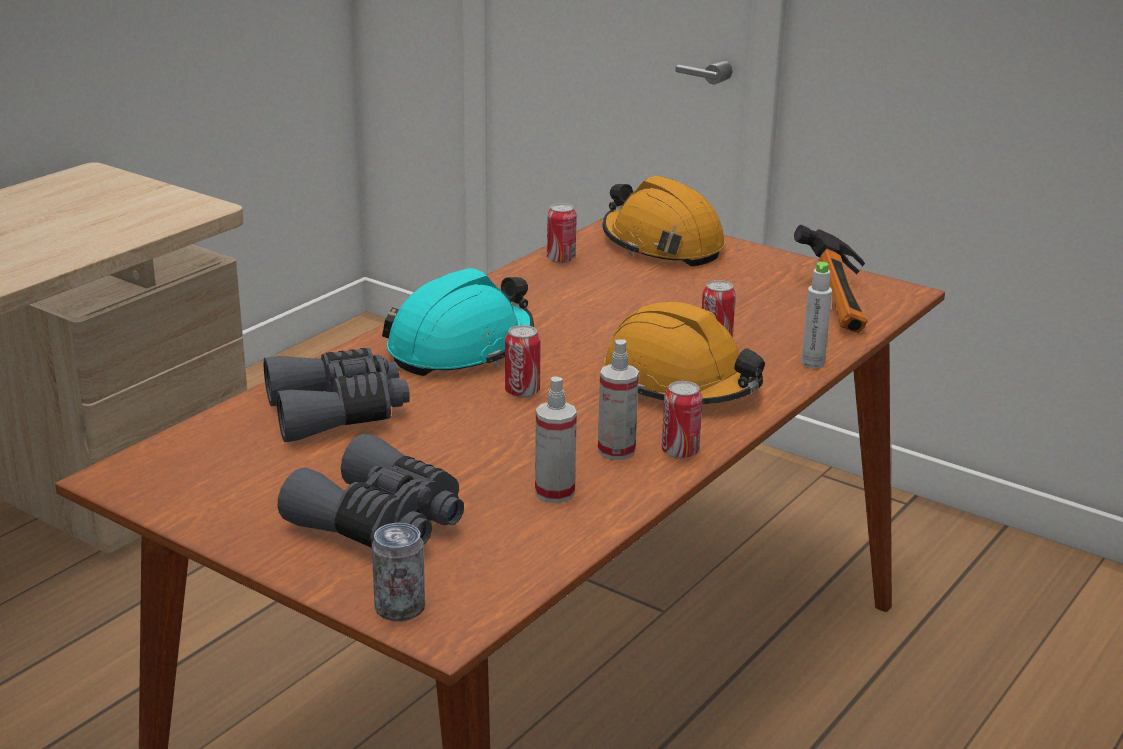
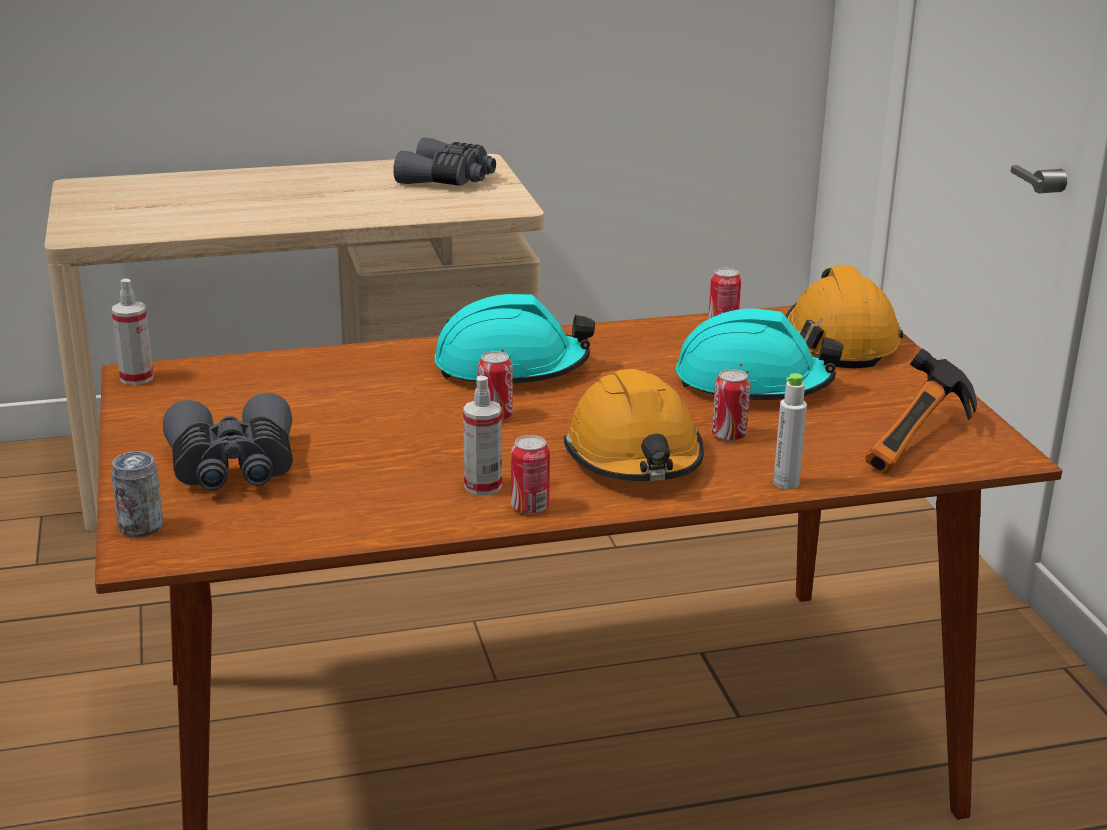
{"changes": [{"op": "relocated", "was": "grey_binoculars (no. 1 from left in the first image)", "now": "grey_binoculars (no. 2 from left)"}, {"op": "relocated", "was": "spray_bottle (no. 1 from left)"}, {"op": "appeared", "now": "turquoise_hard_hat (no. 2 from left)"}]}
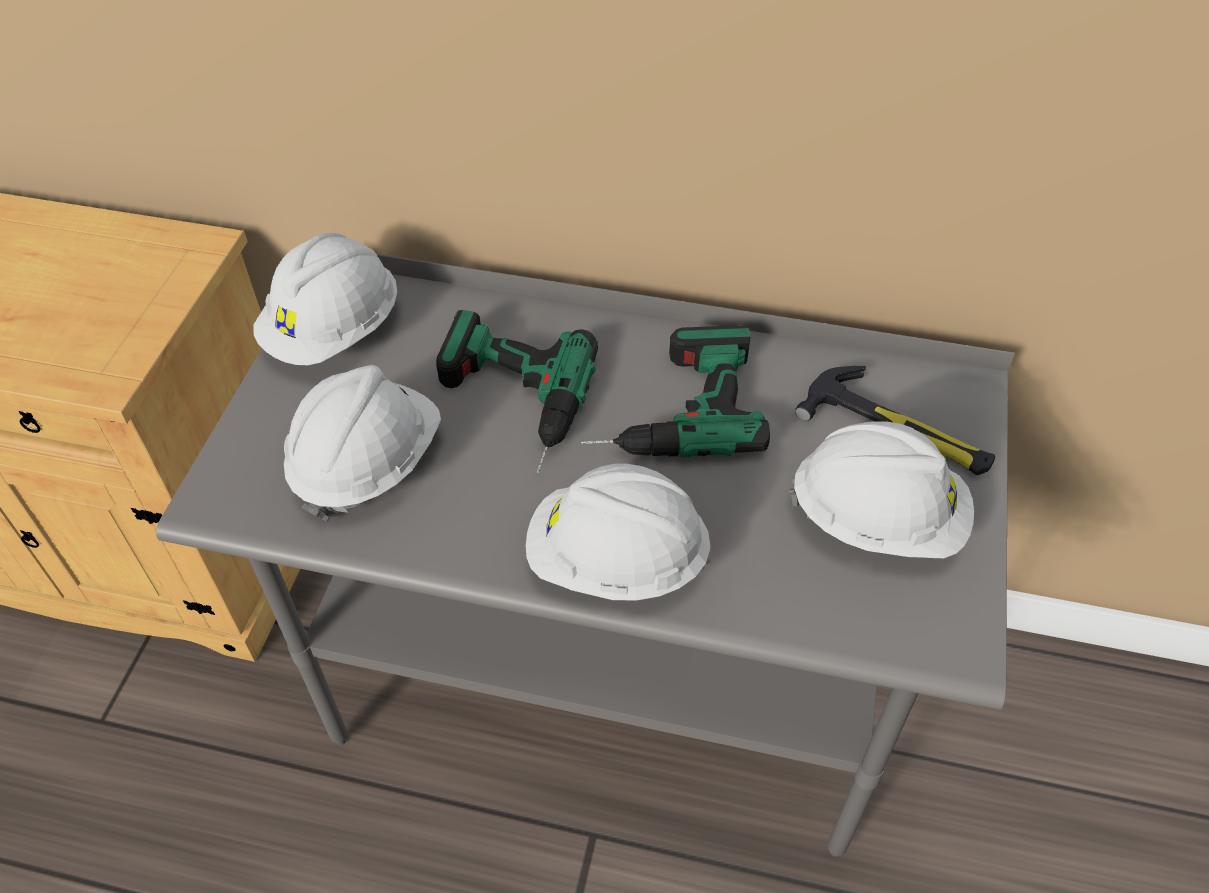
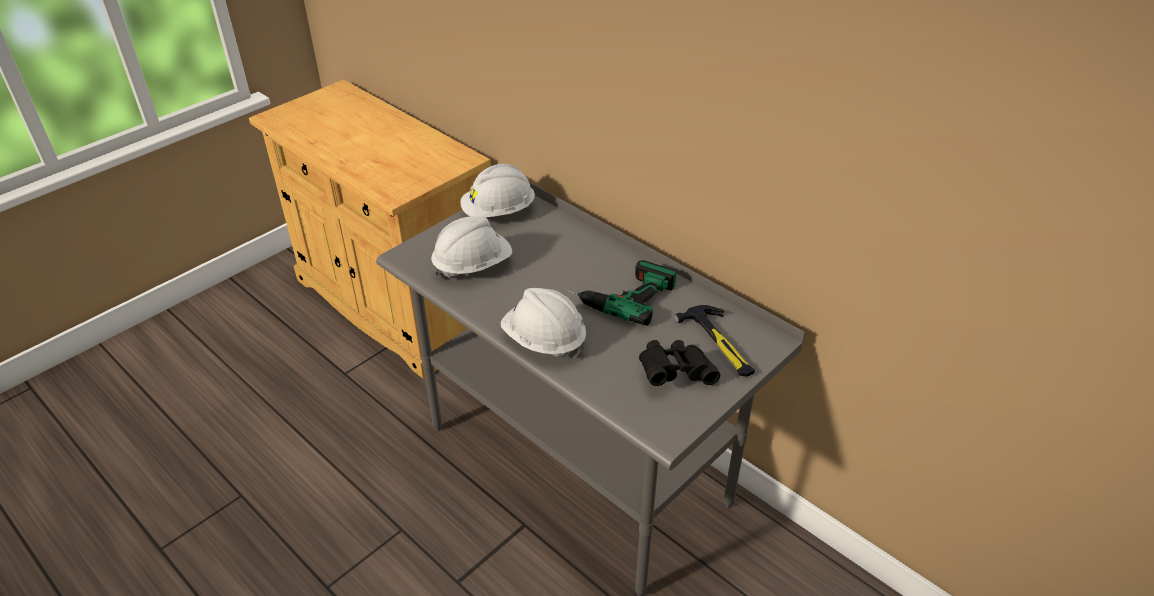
{"changes": [{"op": "missing", "was": "power_drill (no. 1 from left)"}, {"op": "exchanged", "was": "white_hard_hat (no. 4 from left)", "now": "black_binoculars"}]}
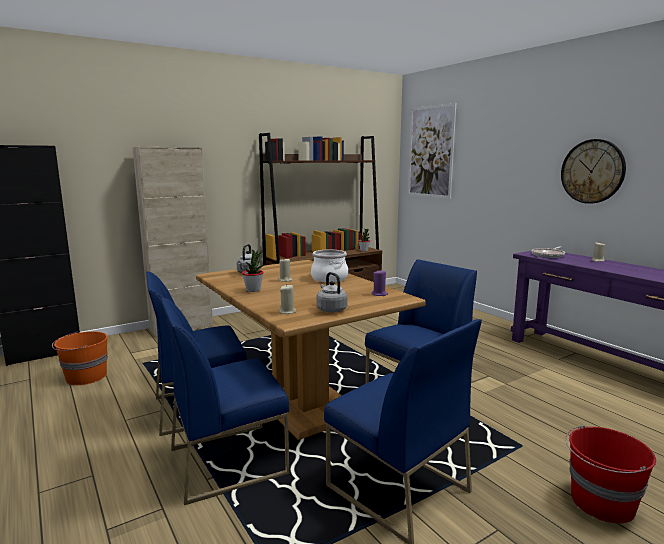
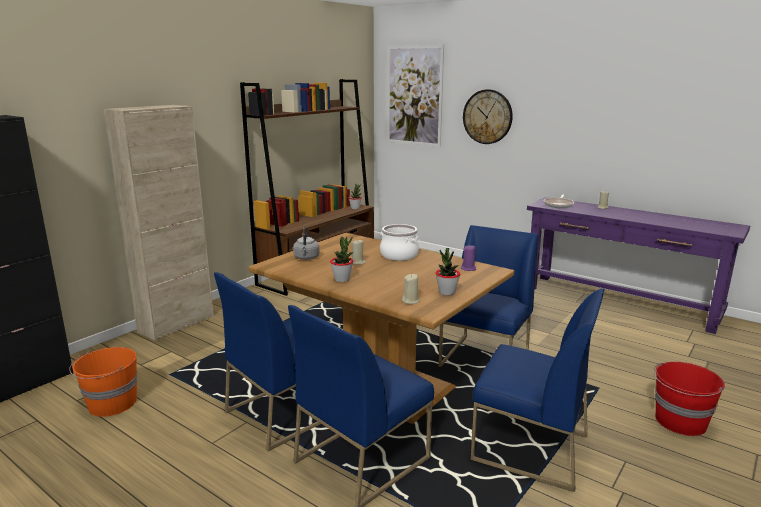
{"changes": [{"op": "relocated", "was": "wall_clock"}, {"op": "exchanged", "was": "grey_kettle (no. 2 from left)", "now": "potted_plant (no. 3 from left)"}]}
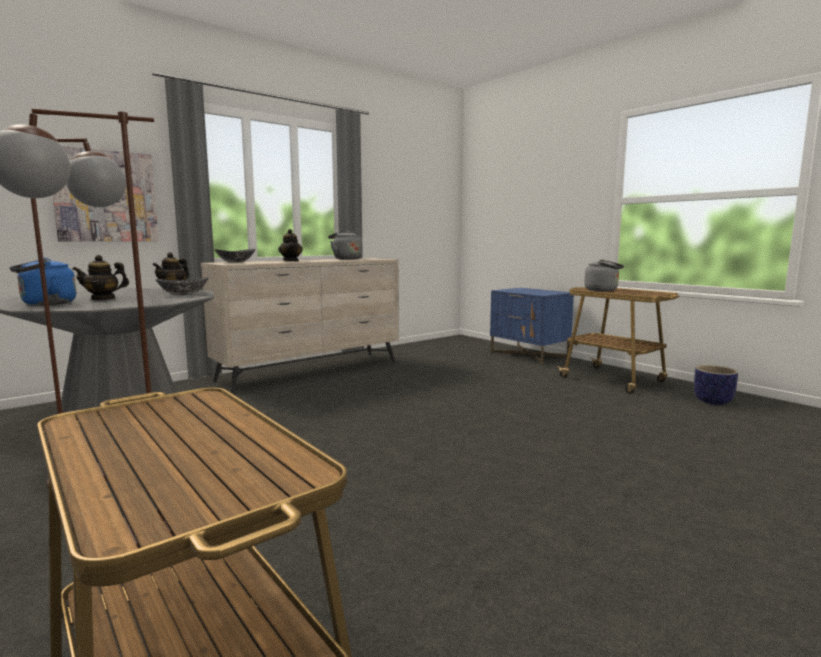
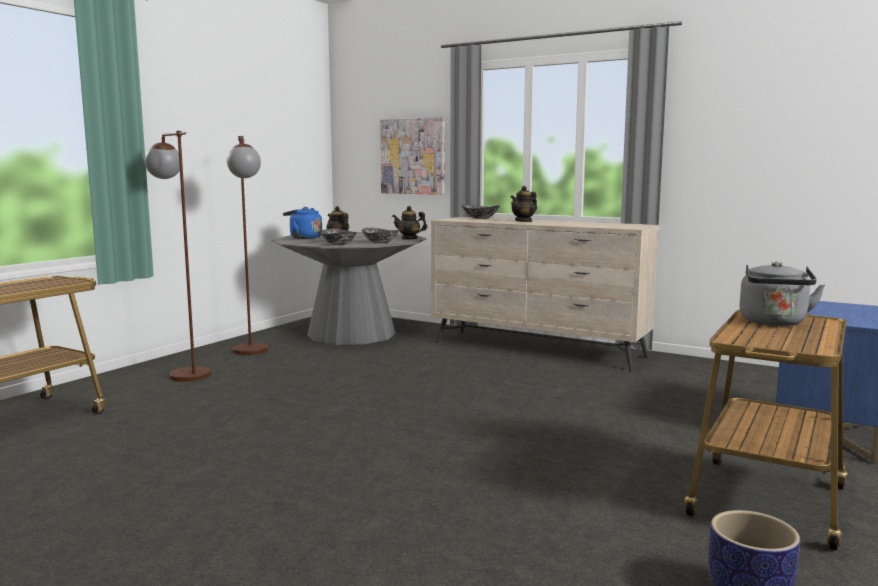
{"changes": [{"op": "missing", "was": "grey_kettle (no. 1 from left)"}, {"op": "appeared", "now": "bowl (no. 1 from left)"}]}
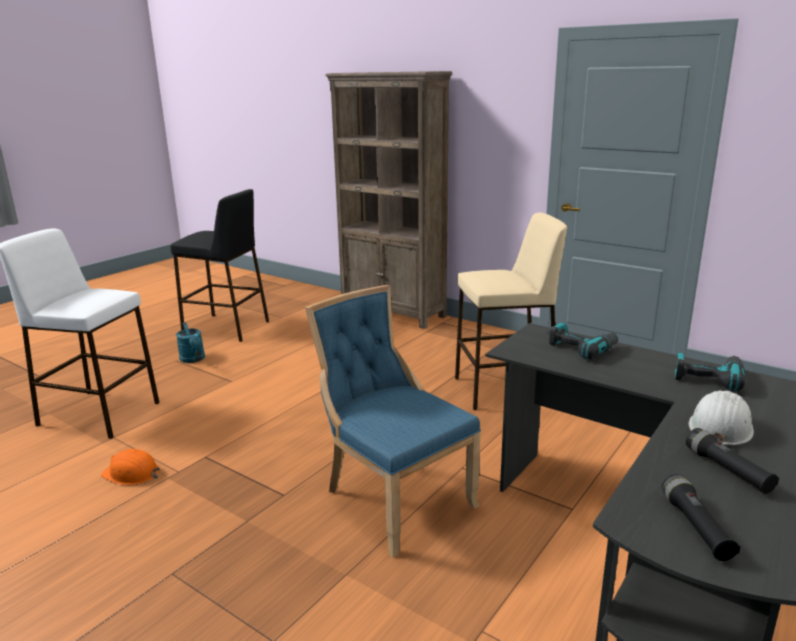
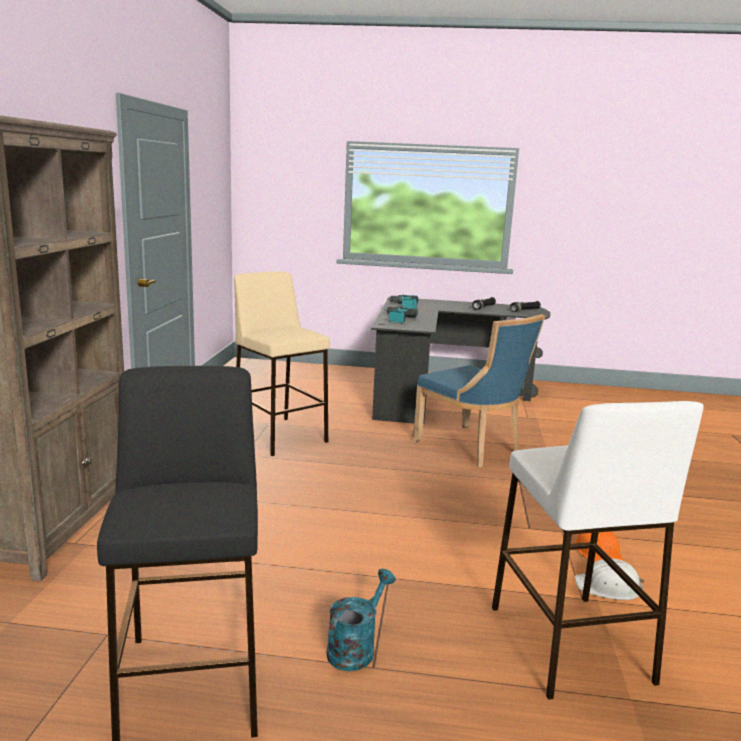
{"changes": [{"op": "spun", "was": "blue_chair", "clockwise": -60}, {"op": "relocated", "was": "white_hard_hat"}]}
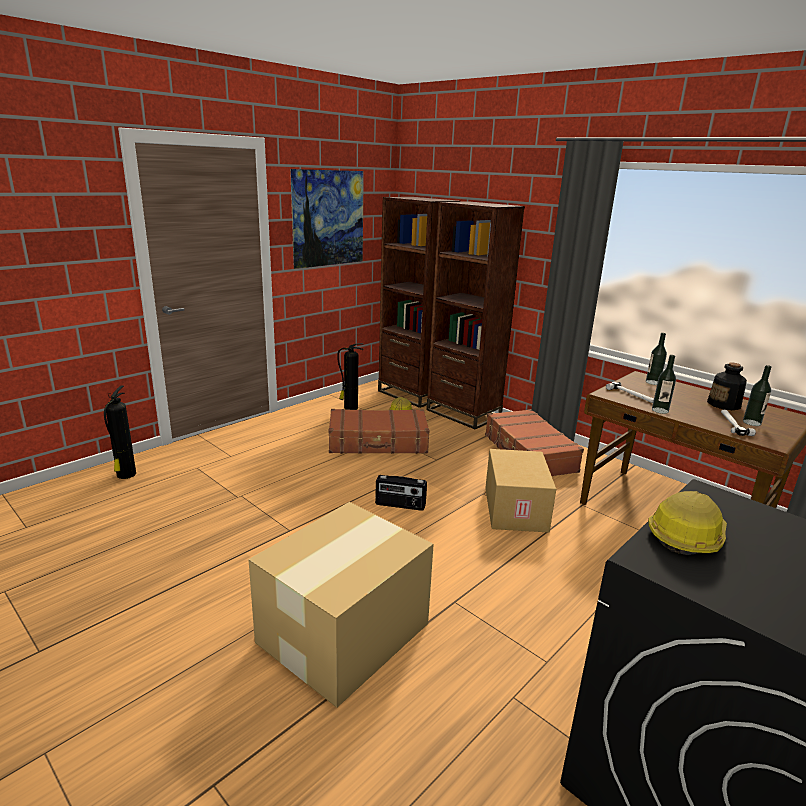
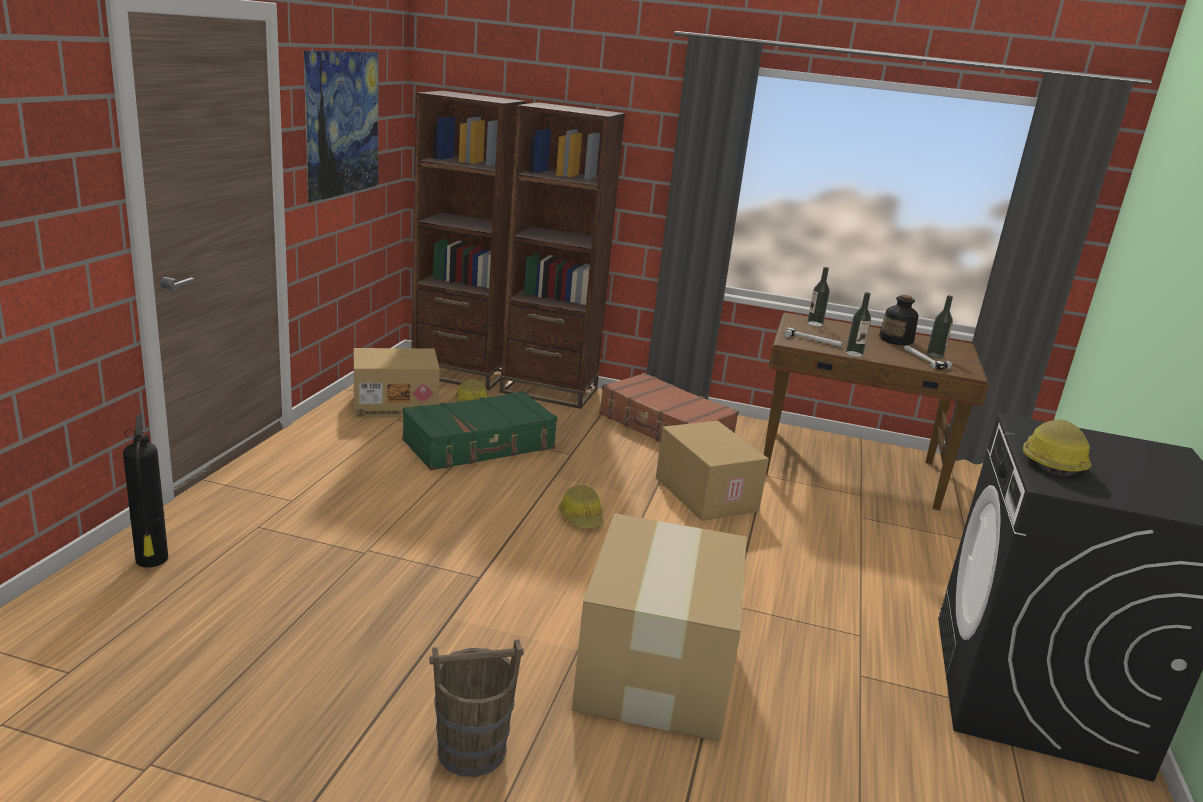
{"changes": [{"op": "exchanged", "was": "fire_extinguisher (no. 2 from left)", "now": "cardboard_box (no. 1 from left)"}, {"op": "colour", "was": "brown_suitcase (no. 1 from left)", "now": "green_suitcase"}, {"op": "exchanged", "was": "radio", "now": "hard_hat (no. 2 from left)"}, {"op": "appeared", "now": "brown_bucket"}]}
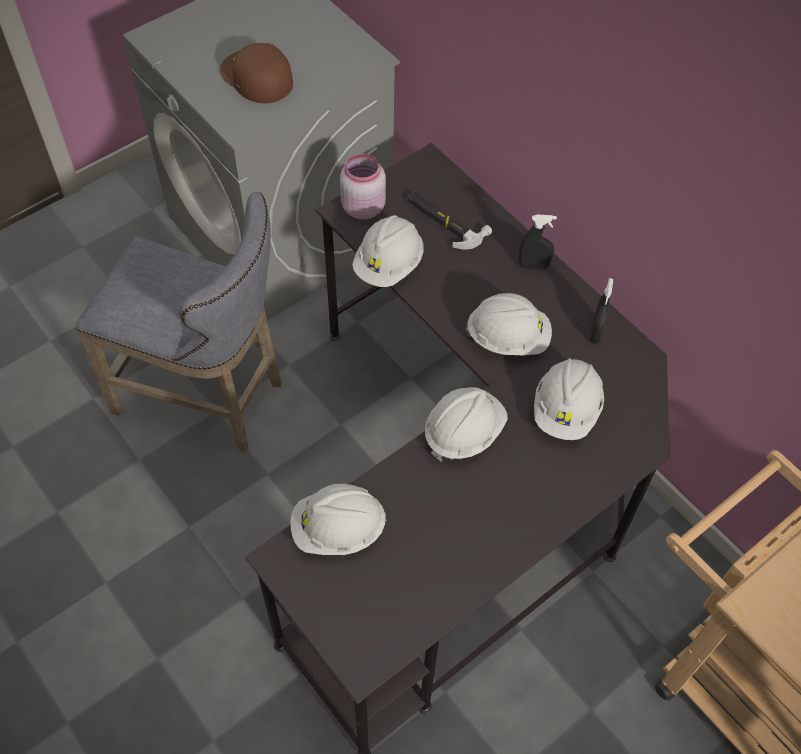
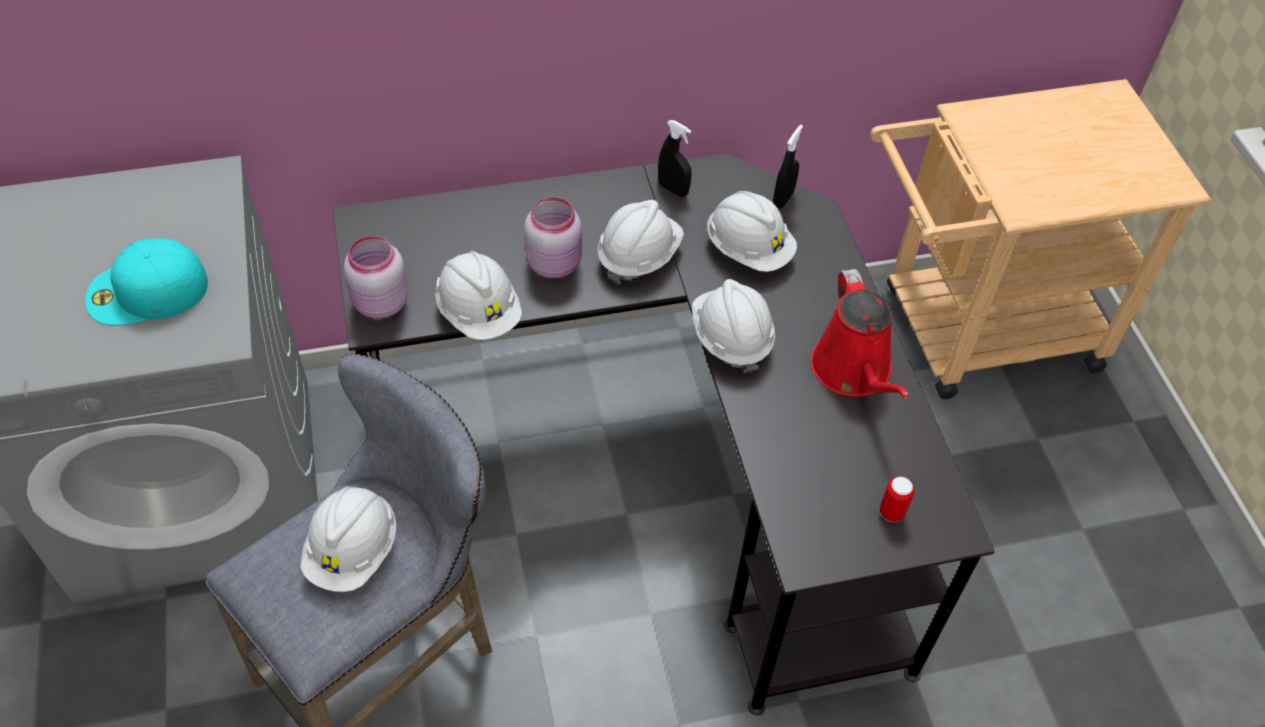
{"changes": [{"op": "colour", "was": "brown_cap", "now": "turquoise_cap"}, {"op": "missing", "was": "hammer"}, {"op": "relocated", "was": "black_spray_bottle (no. 1 from left in the first image)", "now": "black_spray_bottle (no. 2 from left)"}, {"op": "relocated", "was": "white_hard_hat (no. 1 from left)"}, {"op": "appeared", "now": "pink_jar (no. 2 from left)"}, {"op": "appeared", "now": "red_watering_can"}, {"op": "appeared", "now": "can"}]}
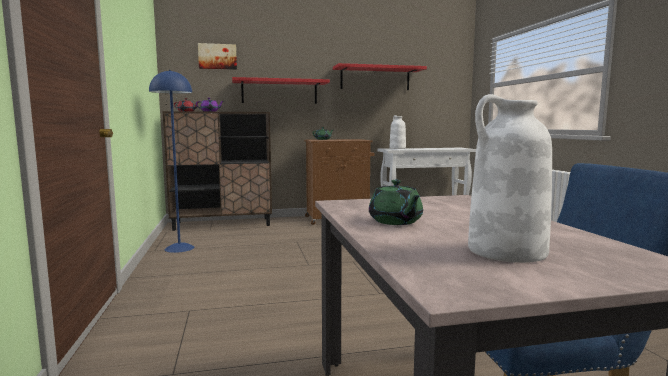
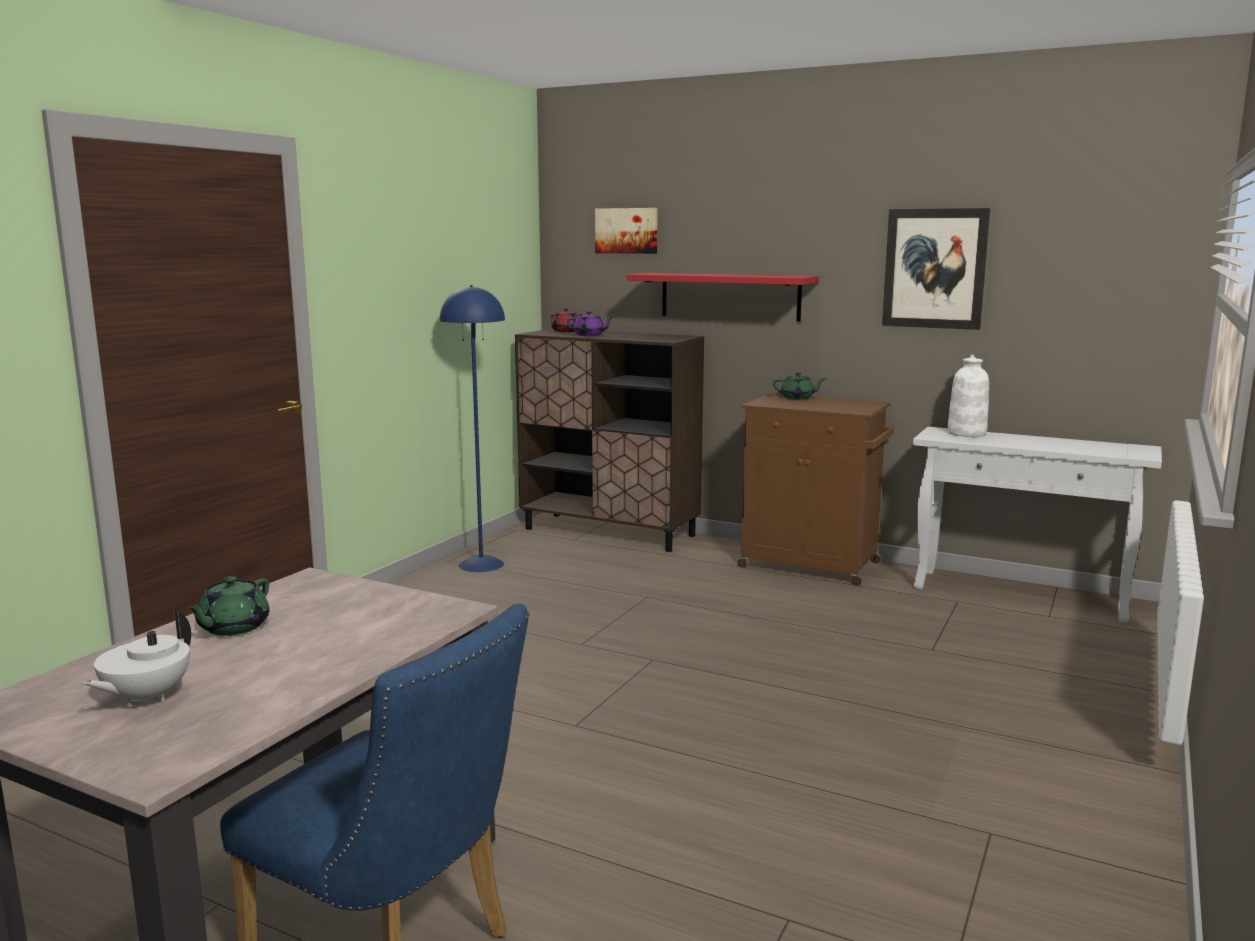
{"changes": [{"op": "exchanged", "was": "red_shelf (no. 2 from left)", "now": "picture (no. 2 from left)"}, {"op": "exchanged", "was": "white_vase (no. 2 from left)", "now": "white_teapot"}]}
